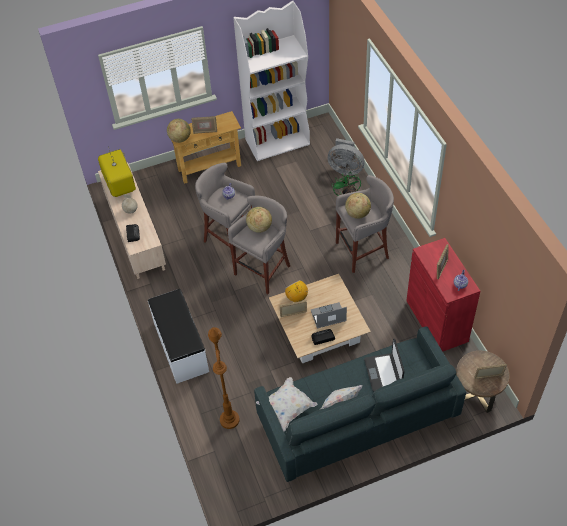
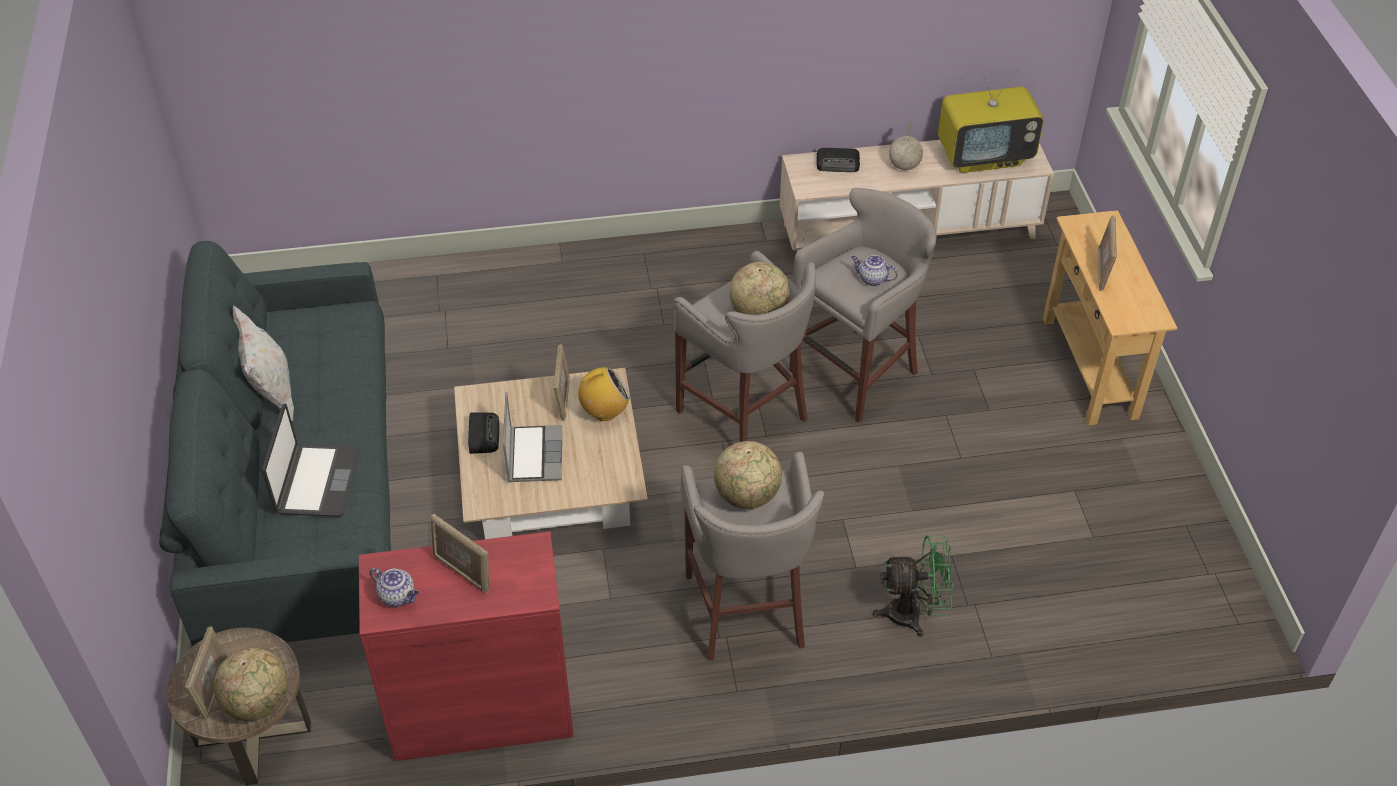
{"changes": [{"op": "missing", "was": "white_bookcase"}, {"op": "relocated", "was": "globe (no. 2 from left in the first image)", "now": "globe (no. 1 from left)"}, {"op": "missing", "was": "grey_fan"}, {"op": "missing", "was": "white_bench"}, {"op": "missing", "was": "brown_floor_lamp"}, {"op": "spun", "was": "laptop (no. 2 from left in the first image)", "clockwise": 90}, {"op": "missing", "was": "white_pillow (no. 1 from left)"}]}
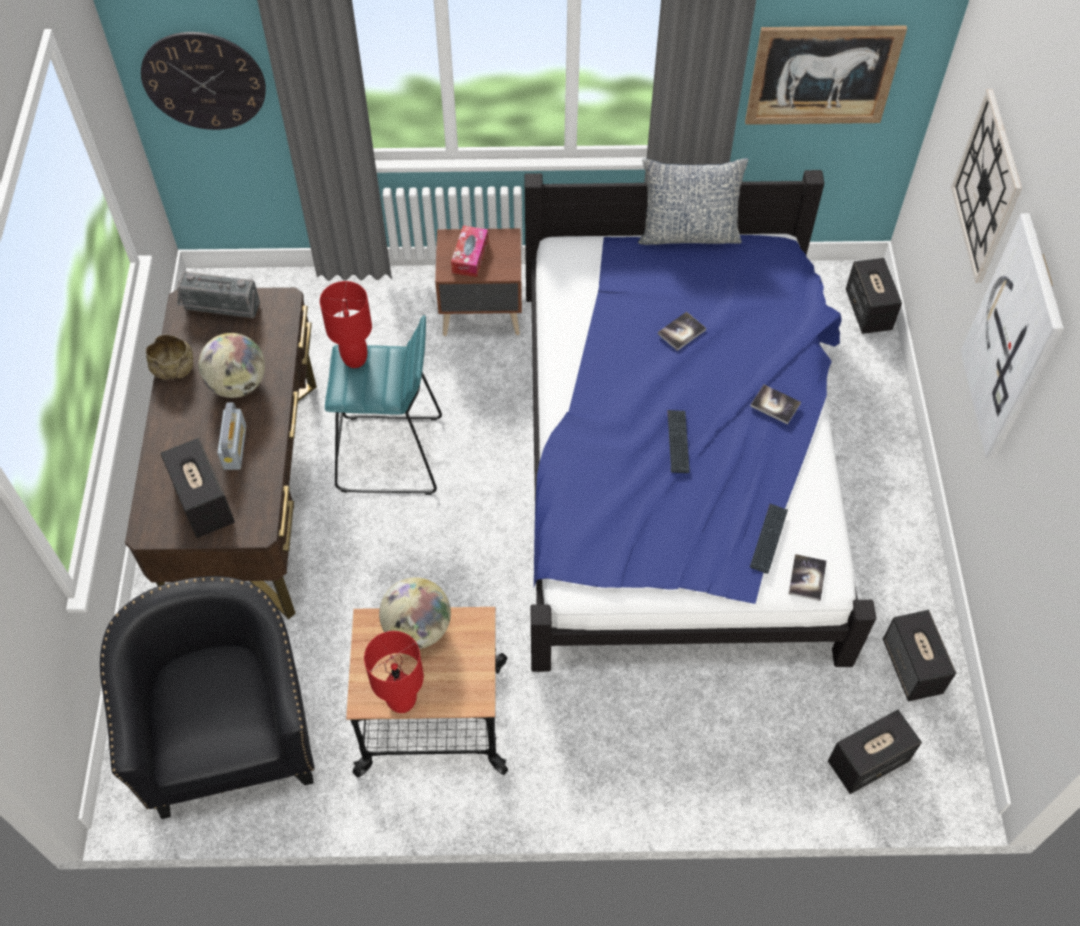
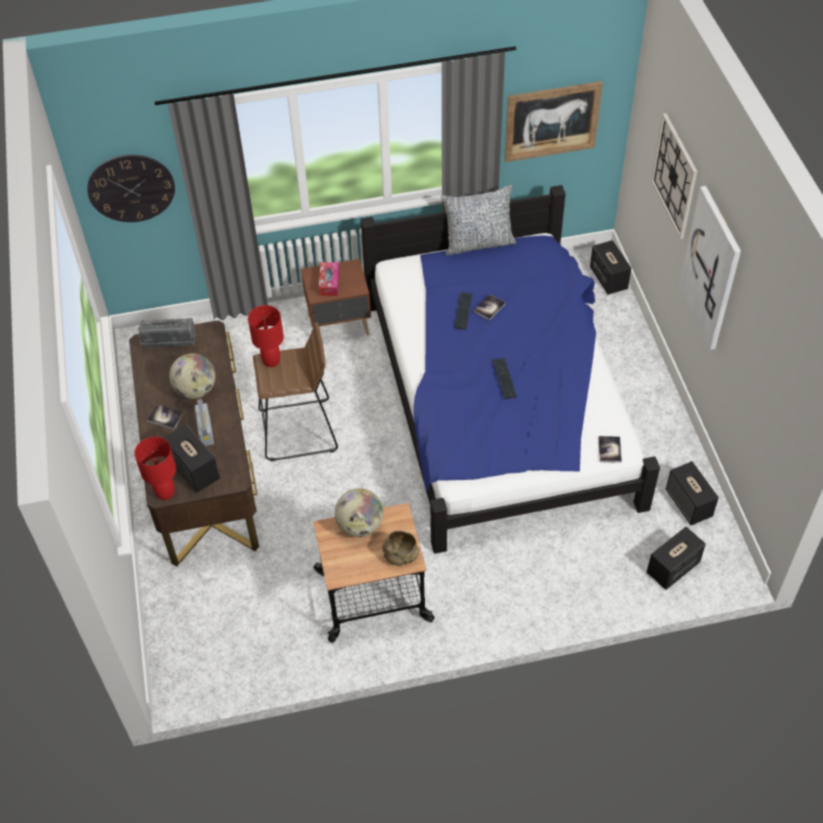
{"changes": [{"op": "colour", "was": "turquoise_stool", "now": "brown_stool"}, {"op": "relocated", "was": "beige_bowl"}, {"op": "relocated", "was": "book (no. 2 from left in the first image)", "now": "book (no. 1 from left)"}, {"op": "relocated", "was": "keyboard (no. 2 from left in the first image)", "now": "keyboard (no. 1 from left)"}, {"op": "missing", "was": "black_armchair"}, {"op": "relocated", "was": "red_table_lamp (no. 2 from left in the first image)", "now": "red_table_lamp (no. 1 from left)"}]}
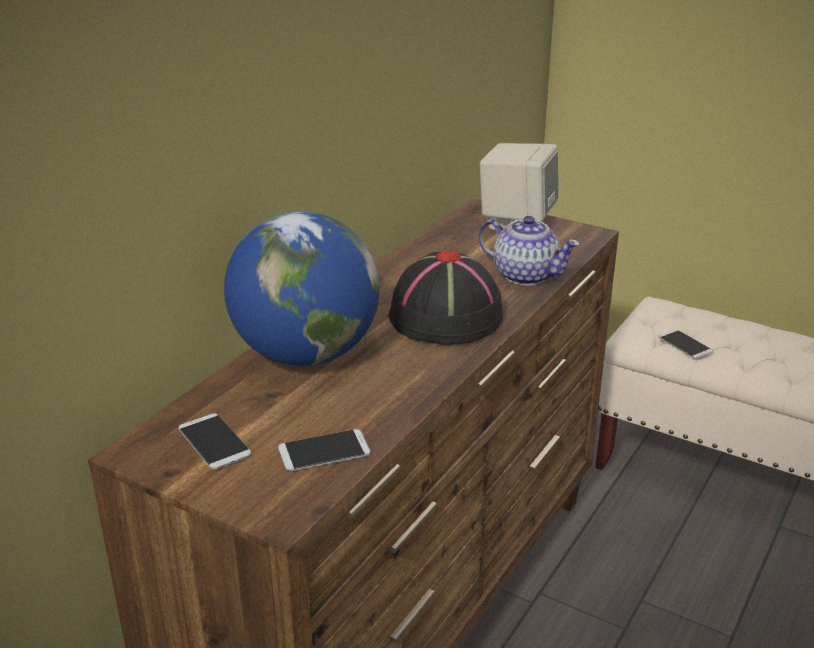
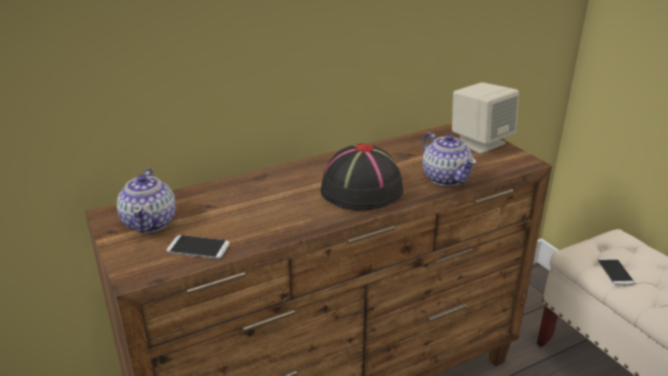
{"changes": [{"op": "missing", "was": "globe"}, {"op": "exchanged", "was": "phone (no. 1 from left)", "now": "teapot (no. 1 from left)"}]}
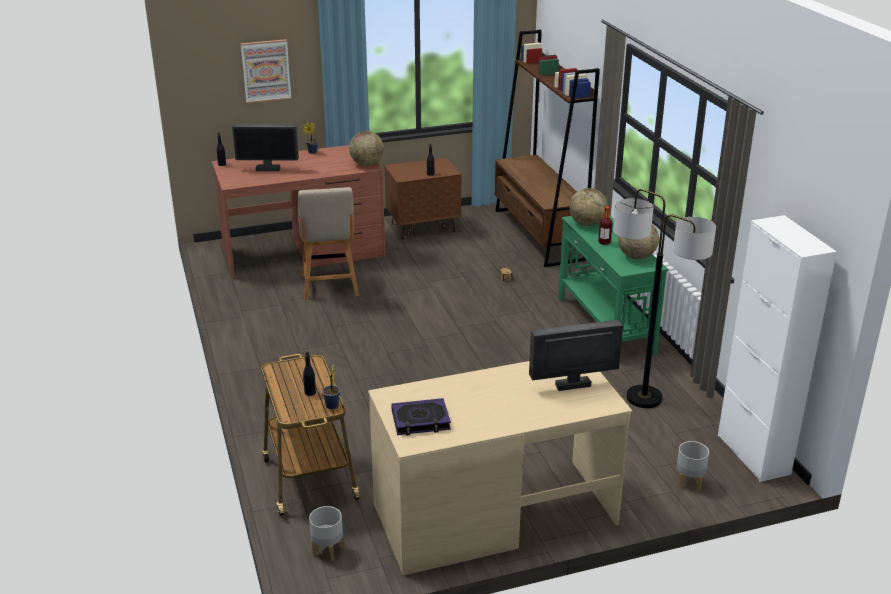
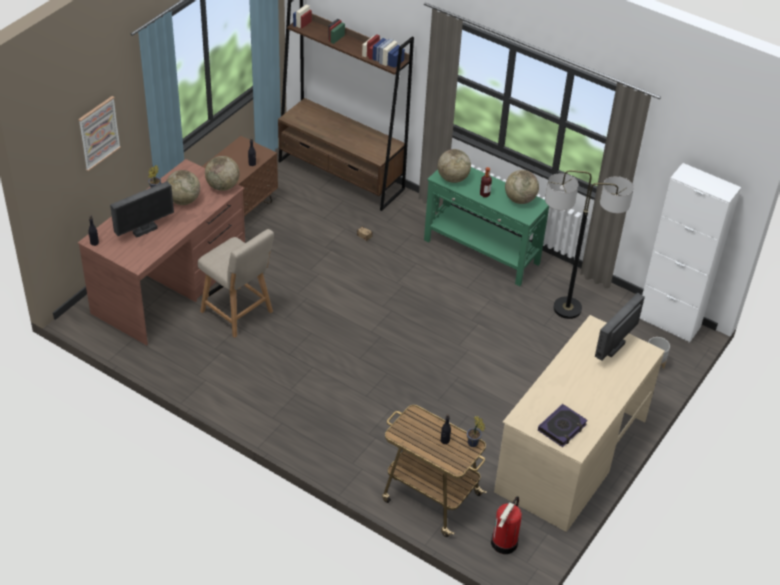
{"changes": [{"op": "exchanged", "was": "grey_planter (no. 1 from left)", "now": "fire_extinguisher"}, {"op": "appeared", "now": "globe (no. 1 from left)"}]}
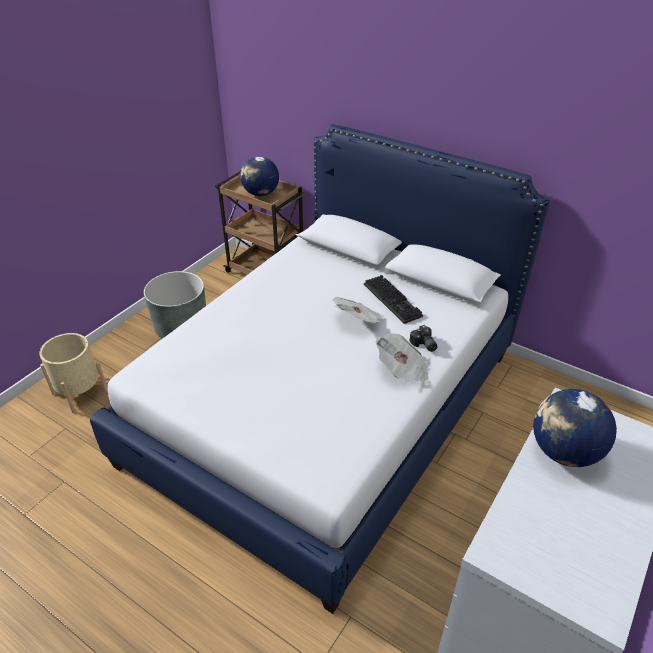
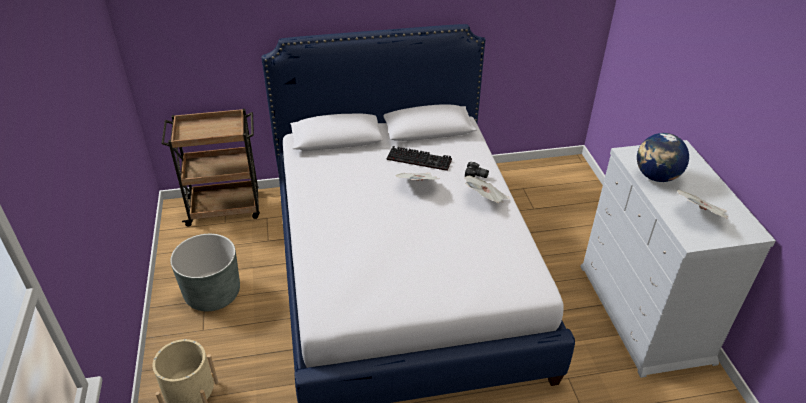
{"changes": [{"op": "missing", "was": "globe (no. 1 from left)"}, {"op": "appeared", "now": "newspaper (no. 3 from left)"}]}
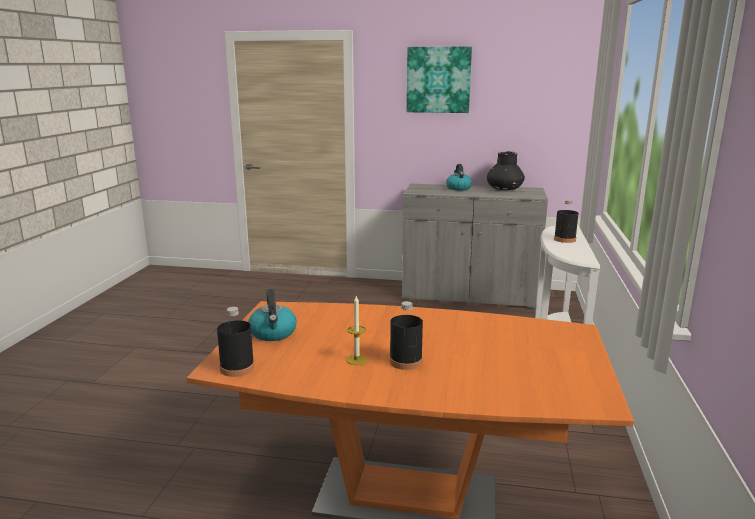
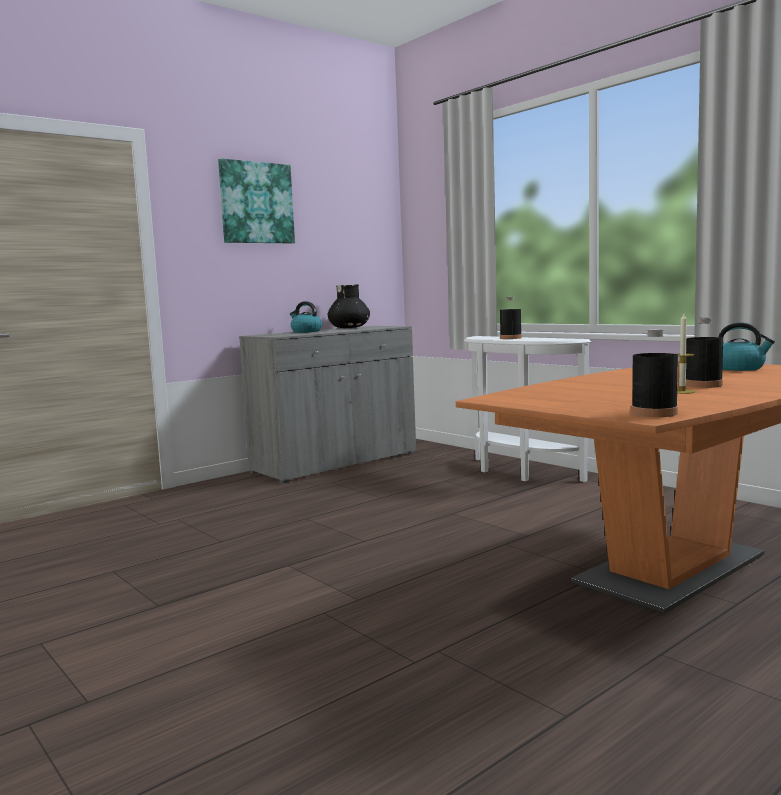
{"changes": [{"op": "relocated", "was": "kettle (no. 1 from left in the first image)", "now": "kettle (no. 2 from left)"}]}
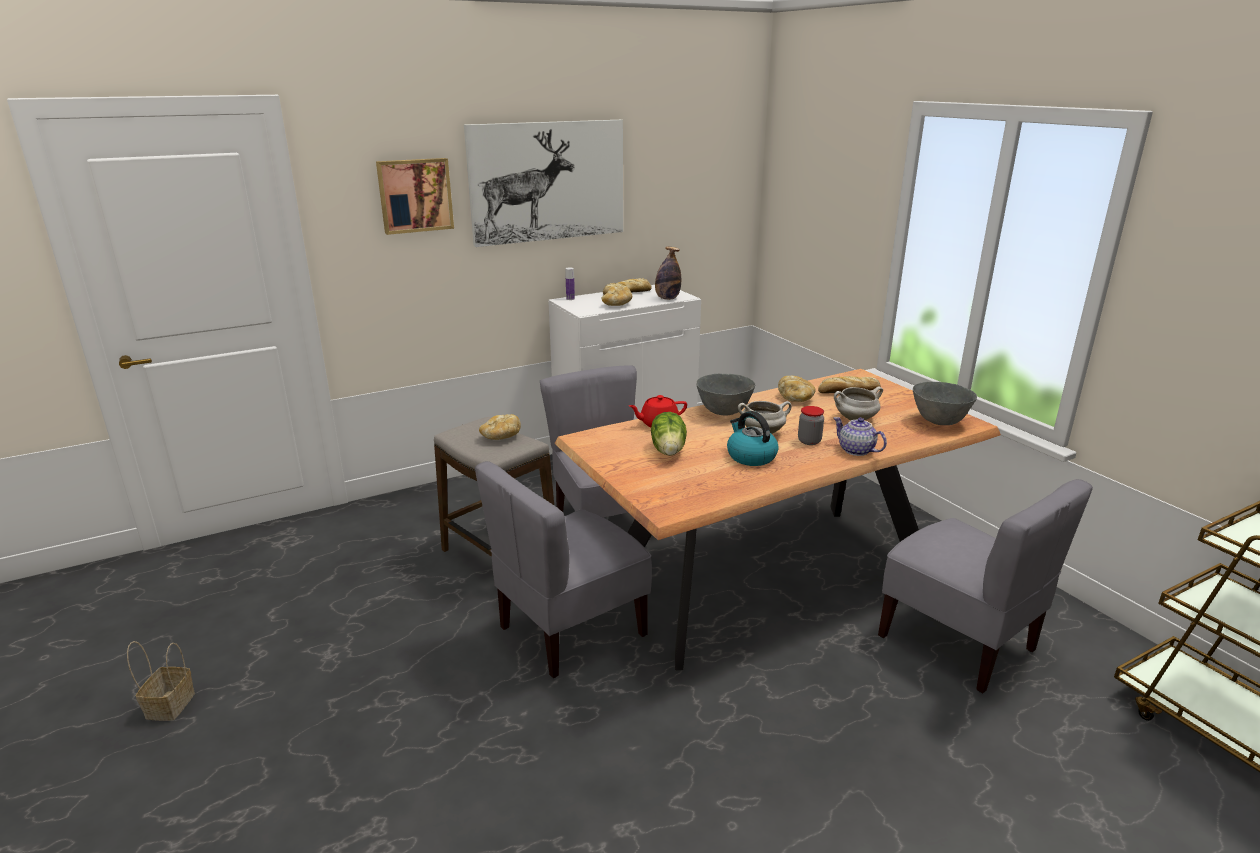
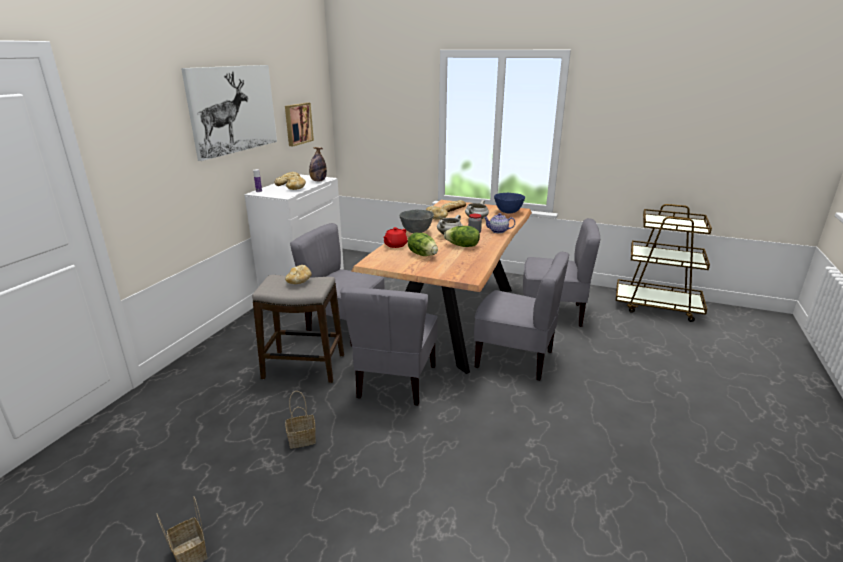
{"changes": [{"op": "relocated", "was": "picture (no. 1 from left in the first image)", "now": "picture (no. 2 from left)"}, {"op": "colour", "was": "grey_bowl (no. 2 from left)", "now": "blue_bowl"}, {"op": "exchanged", "was": "kettle", "now": "lettuce (no. 2 from left)"}, {"op": "appeared", "now": "grey_chair (no. 3 from left)"}, {"op": "appeared", "now": "basket (no. 2 from left)"}]}
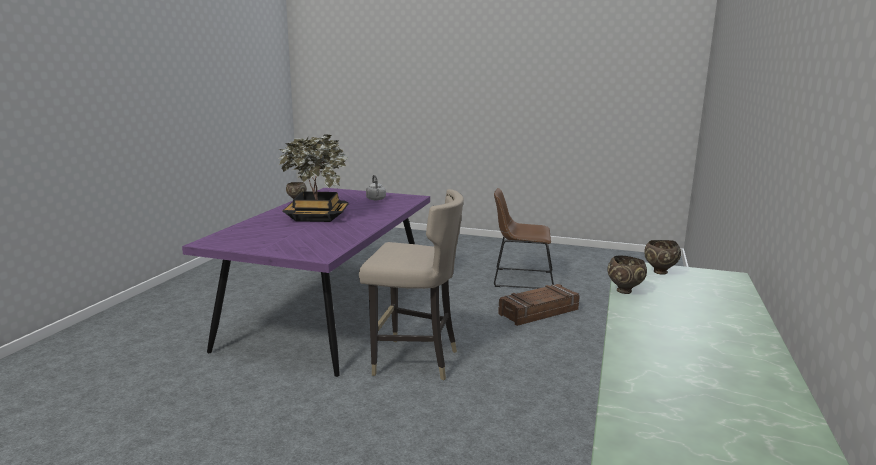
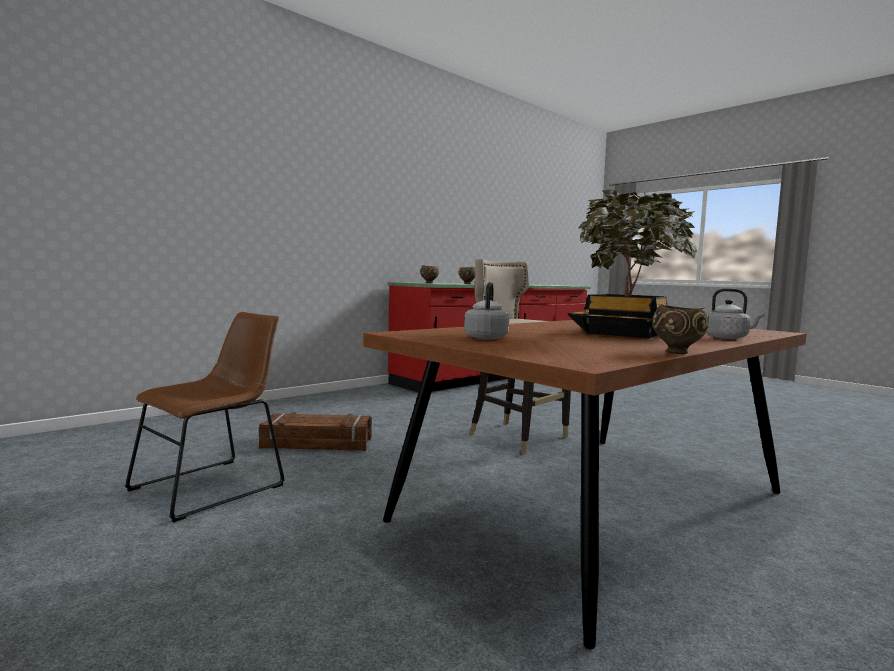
{"changes": [{"op": "colour", "was": "purple_dining_table", "now": "brown_dining_table"}, {"op": "spun", "was": "brown_chair", "clockwise": -90}, {"op": "appeared", "now": "grey_kettle (no. 2 from left)"}]}
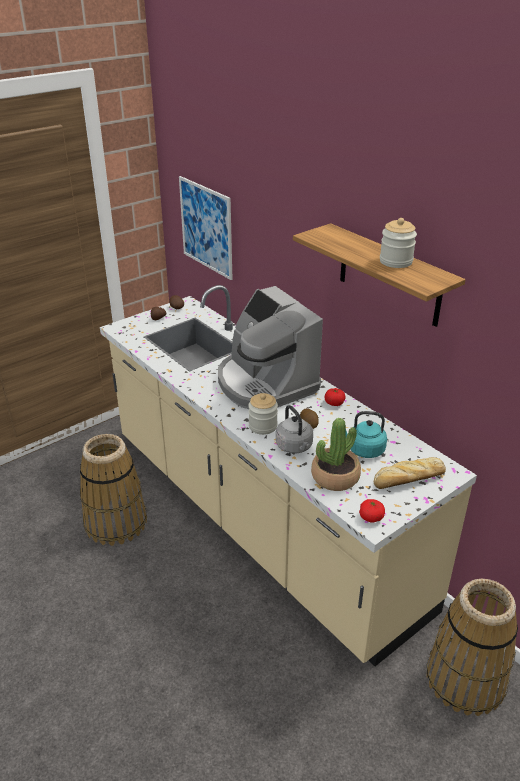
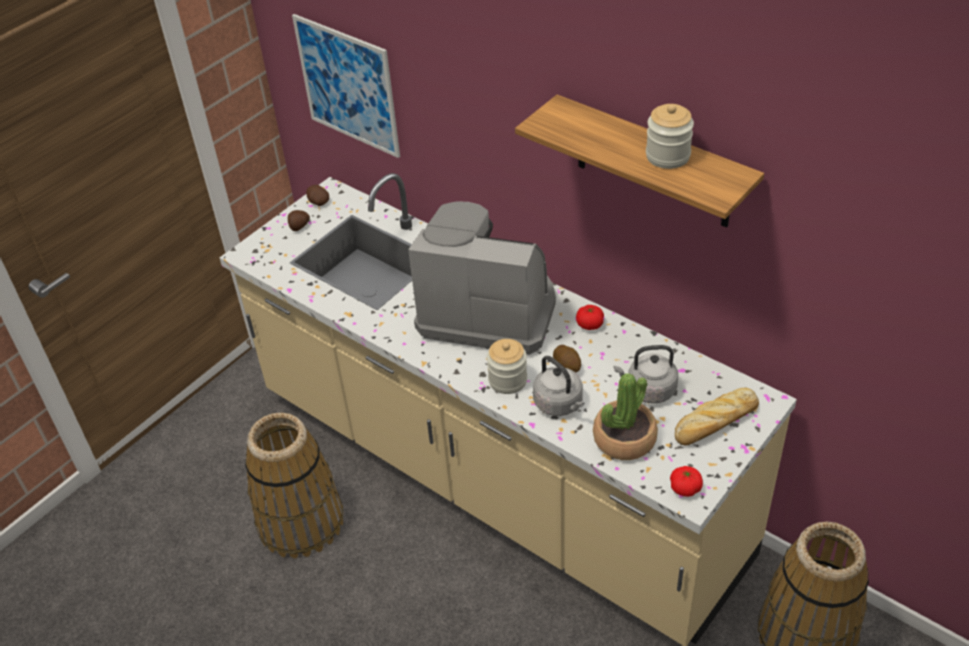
{"changes": [{"op": "spun", "was": "coffee_machine", "clockwise": 150}, {"op": "colour", "was": "turquoise_kettle", "now": "grey_kettle (no. 2 from left)"}]}
